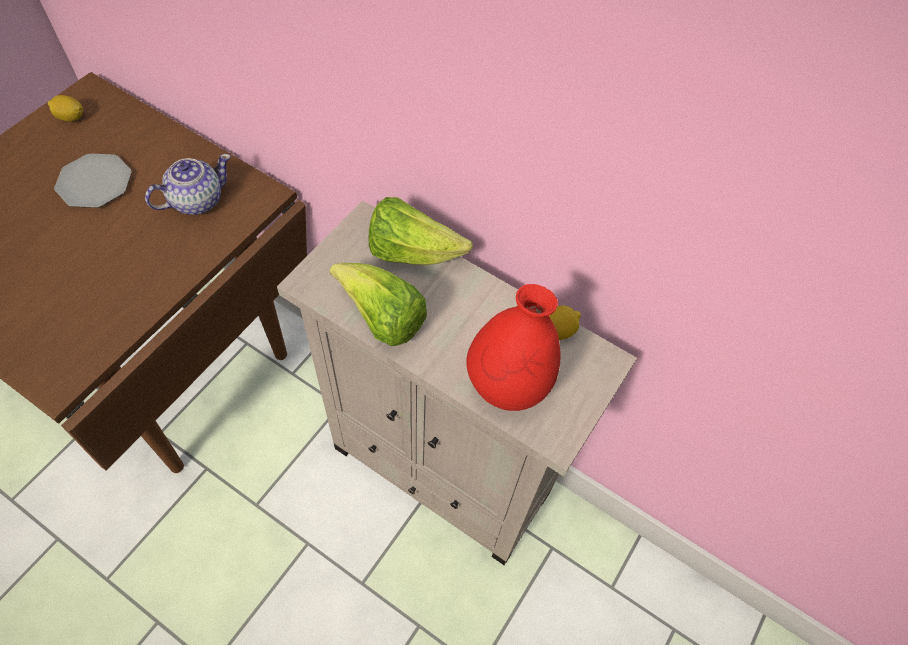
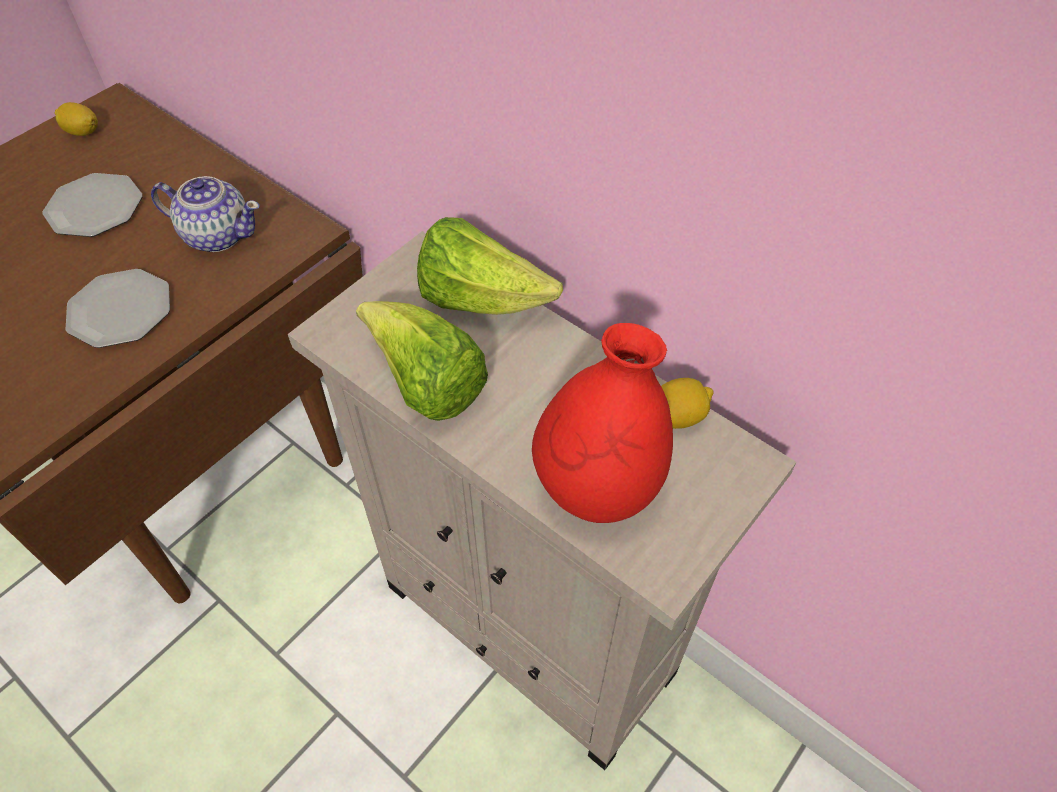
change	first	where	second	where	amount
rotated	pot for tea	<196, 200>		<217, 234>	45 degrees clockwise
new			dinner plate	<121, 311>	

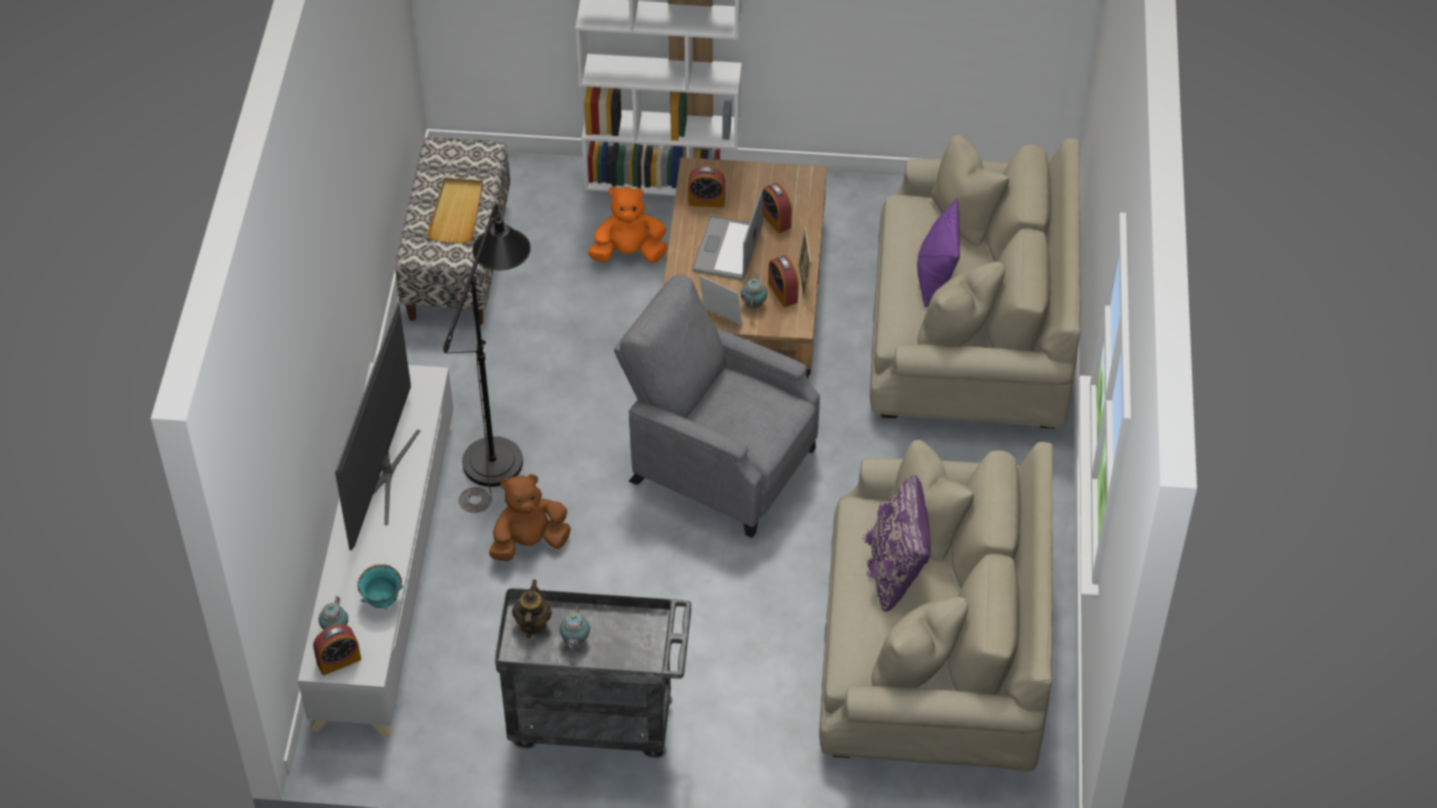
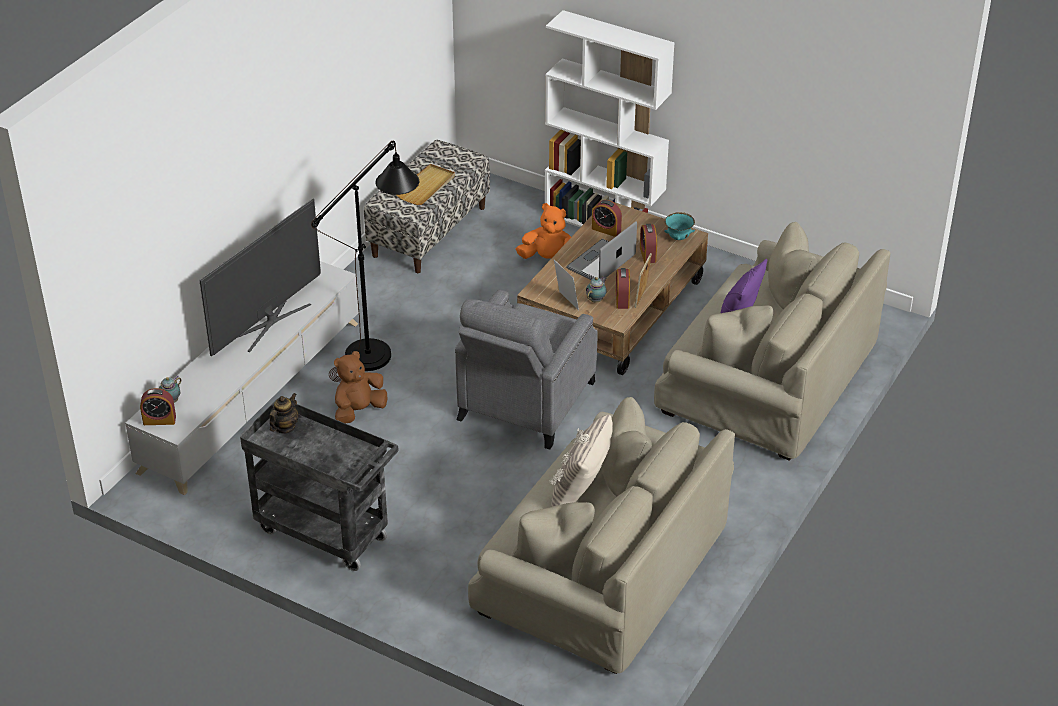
change	first	where	second	where	amount
shifted	bowl/blue-green	<383, 600>		<679, 238>	
rotated	cuddly toy/brown-coloured	<529, 543>		<359, 411>	45 degrees counterclockwise
gone	pot for tea	<575, 641>			
rotated	lounge chair/greyish	<717, 462>		<523, 403>	120 degrees counterclockwise
repainted	throw pillow/purplish	<894, 571>	throw pillow/sand-coloured	<578, 491>	

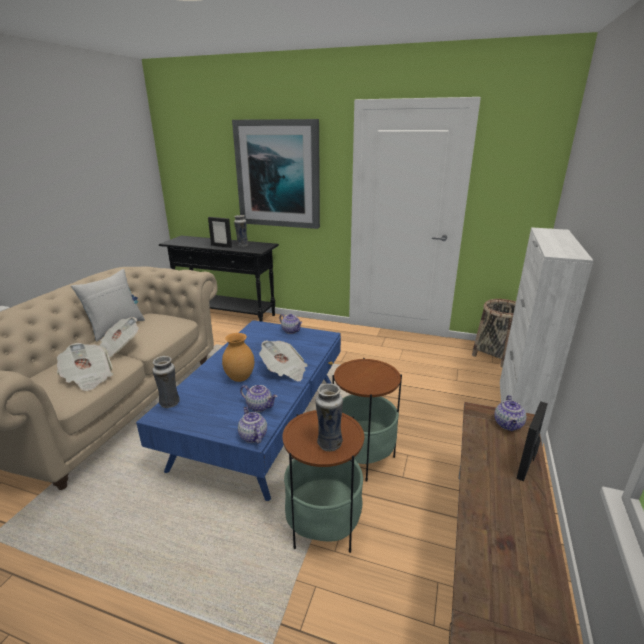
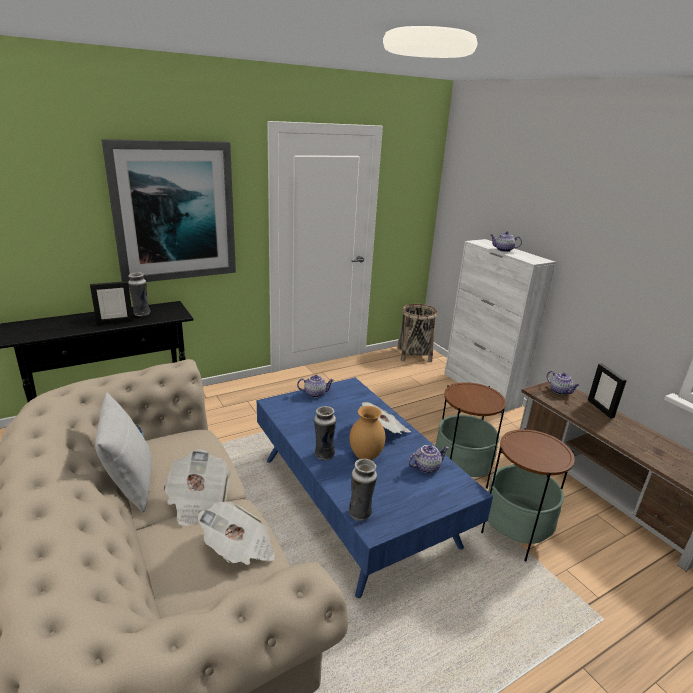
change	first	where	second	where	amount
shifted	pot for tea	<252, 436>		<503, 250>	
shifted	decorative vase	<329, 443>		<323, 455>	

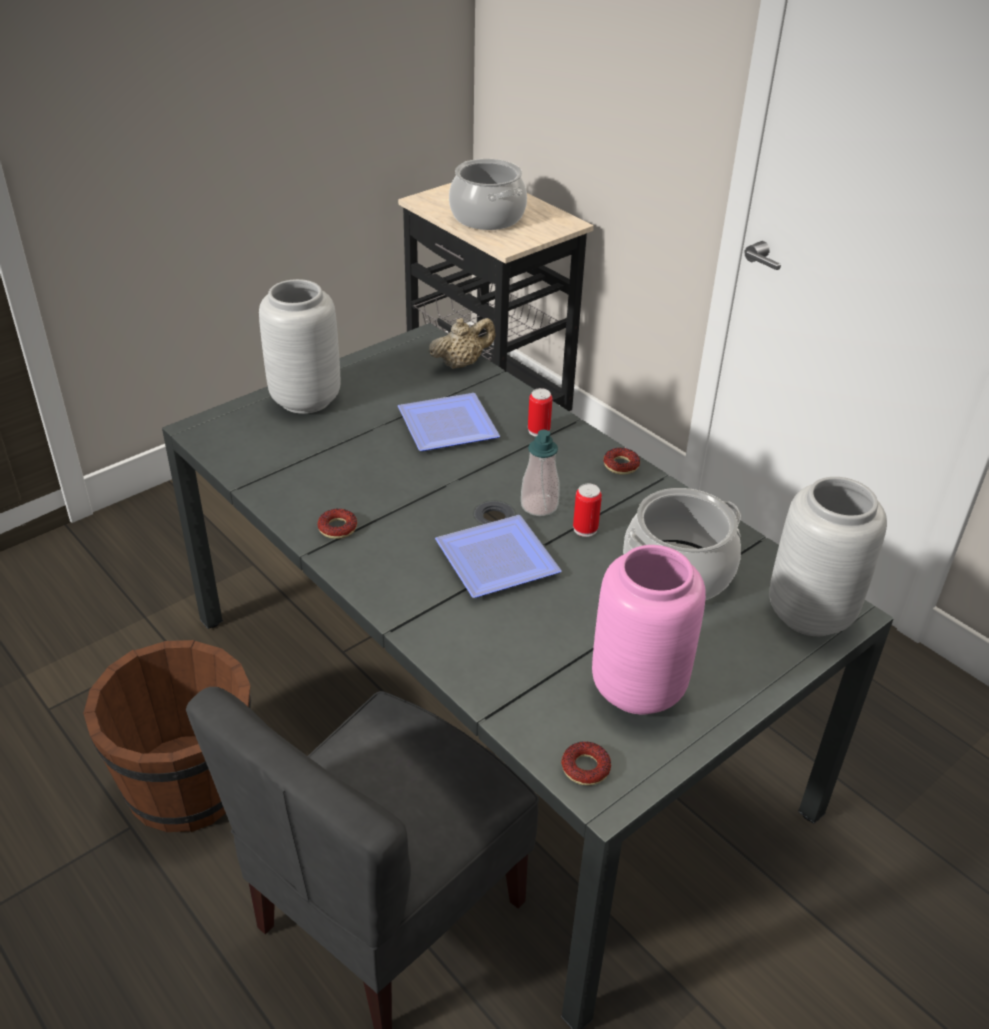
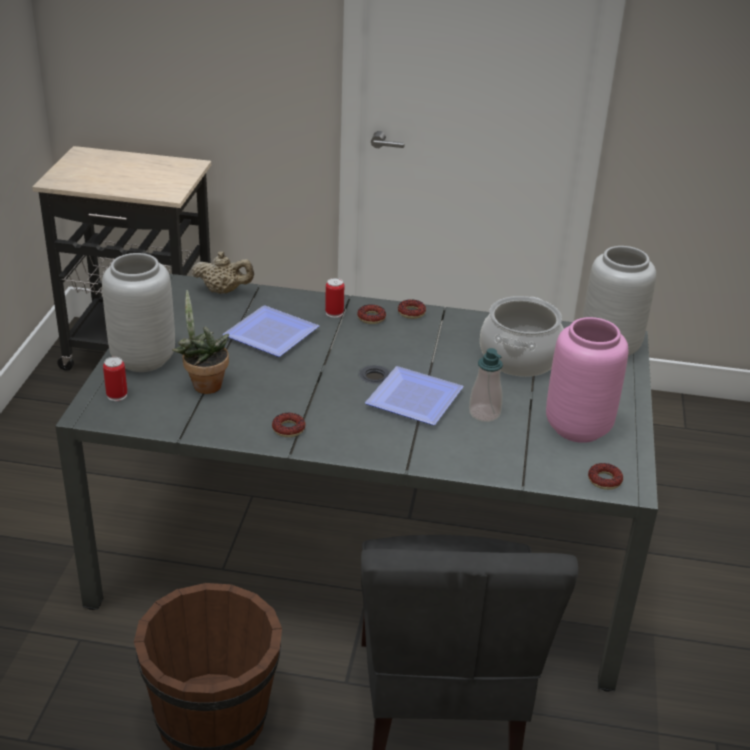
change	first	where	second	where	amount
rotated	pot for tea/sand-coloured	<461, 363>		<223, 291>	75 degrees clockwise
gone	saucepot	<488, 217>			
shifted	liquid soap bottle	<539, 505>		<484, 413>	
shifted	sealed can	<585, 529>		<117, 395>	
new			plant in a pot	<203, 384>	
new			ring doughnut	<371, 318>	

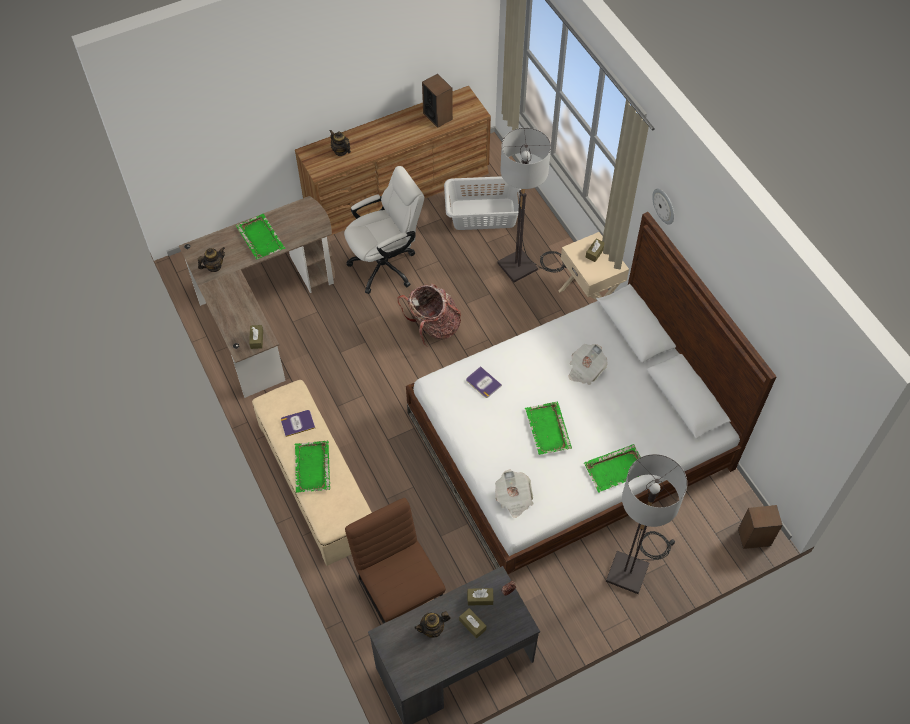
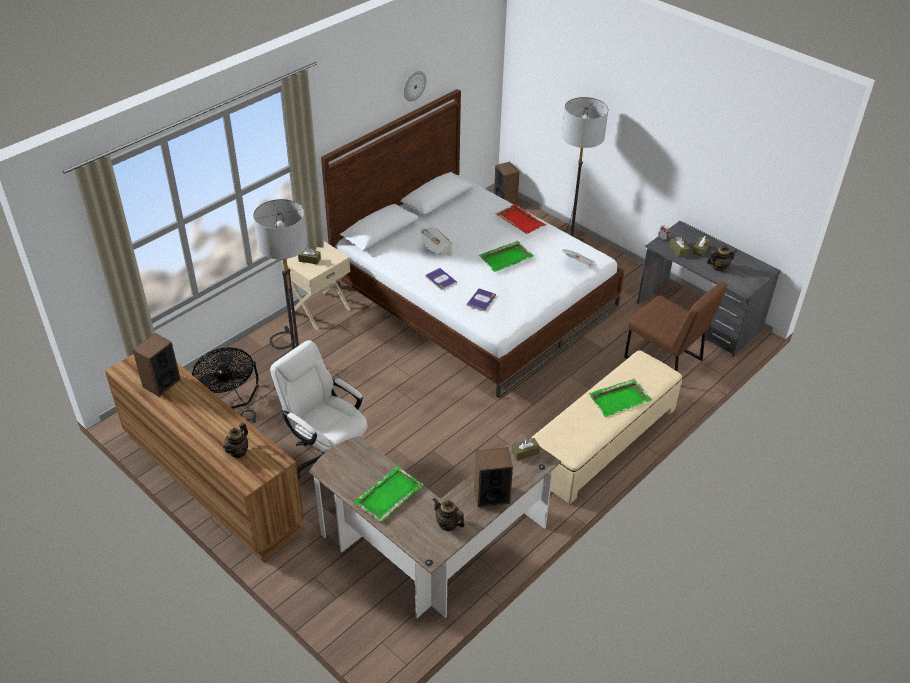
change	first	where	second	where	amount
shifted	book	<297, 423>		<440, 279>	
rotated	plain chair/brown-coloured	<399, 591>		<665, 360>	90 degrees counterclockwise
gone	knapsack	<433, 327>			
rotated	pot for tea	<432, 629>		<719, 267>	60 degrees counterclockwise
swapped	laundry basket/greyish	<483, 214>	electric fan/black-coloured	<232, 402>	
repainted	carrying tray/greenish	<616, 469>	carrying tray/red	<520, 220>	
shifted	clock on the wall	<664, 206>		<414, 85>	
new			speaker	<491, 495>	

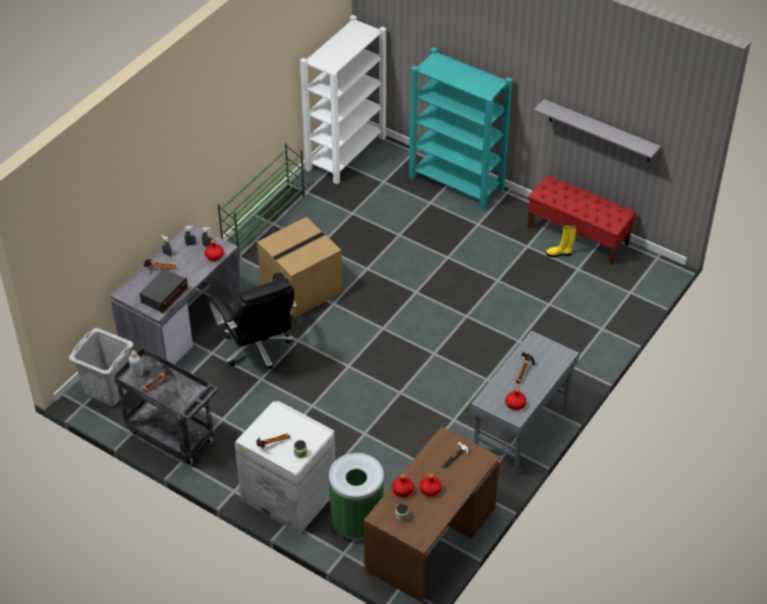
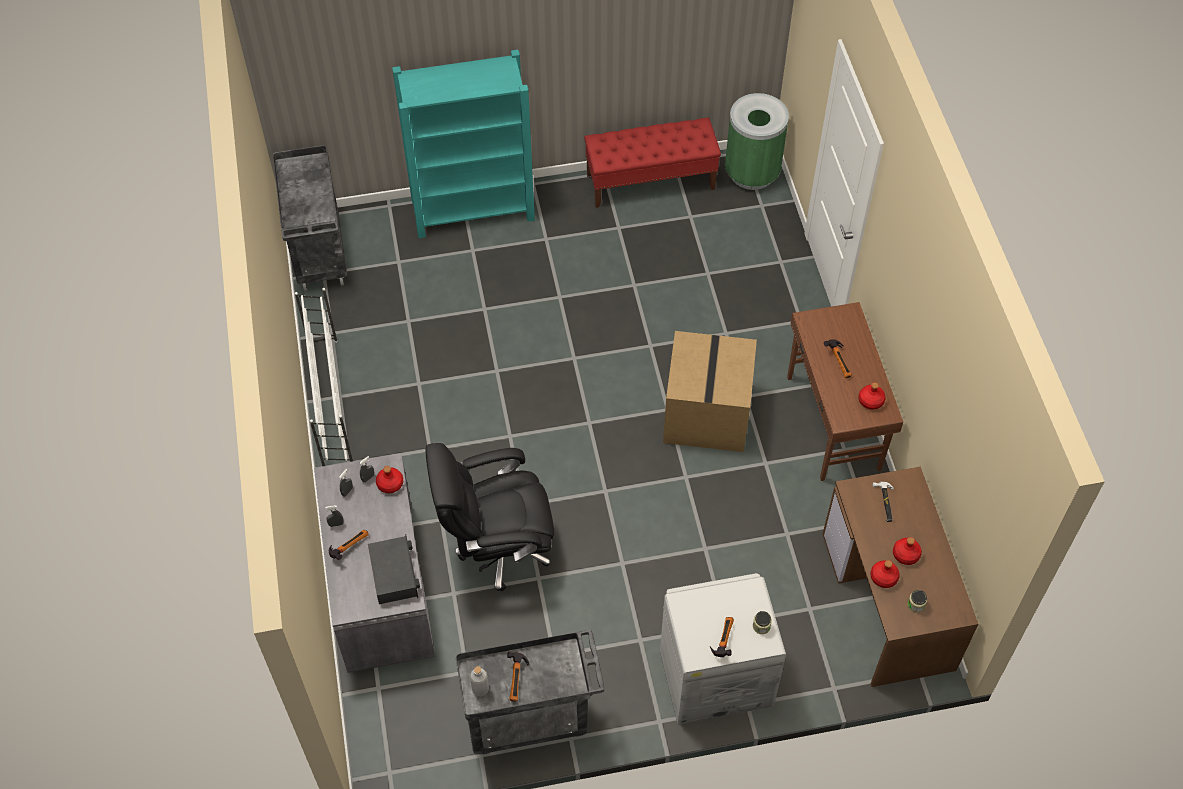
change	first	where	second	where	amount
gone	laundry basket/greyish	<108, 389>			
rotated	desk chair/black-coloured	<258, 350>		<498, 549>	150 degrees clockwise
repainted	shoe stand/greenish	<264, 223>	shoe stand/white-coloured	<330, 403>	
shifted	packing box	<301, 289>		<708, 415>	
swapped	shelving unit/white-coloured	<346, 153>	wheeled cart/greyish	<320, 258>	
shifted	trash can/greenish	<357, 522>		<752, 173>	
repainted	console table/greyish	<520, 431>	console table/brown-coloured	<833, 423>	
gone	bracket shelf/greyish	<600, 131>			
gone	high-top boot/yellow-coloured	<559, 253>			

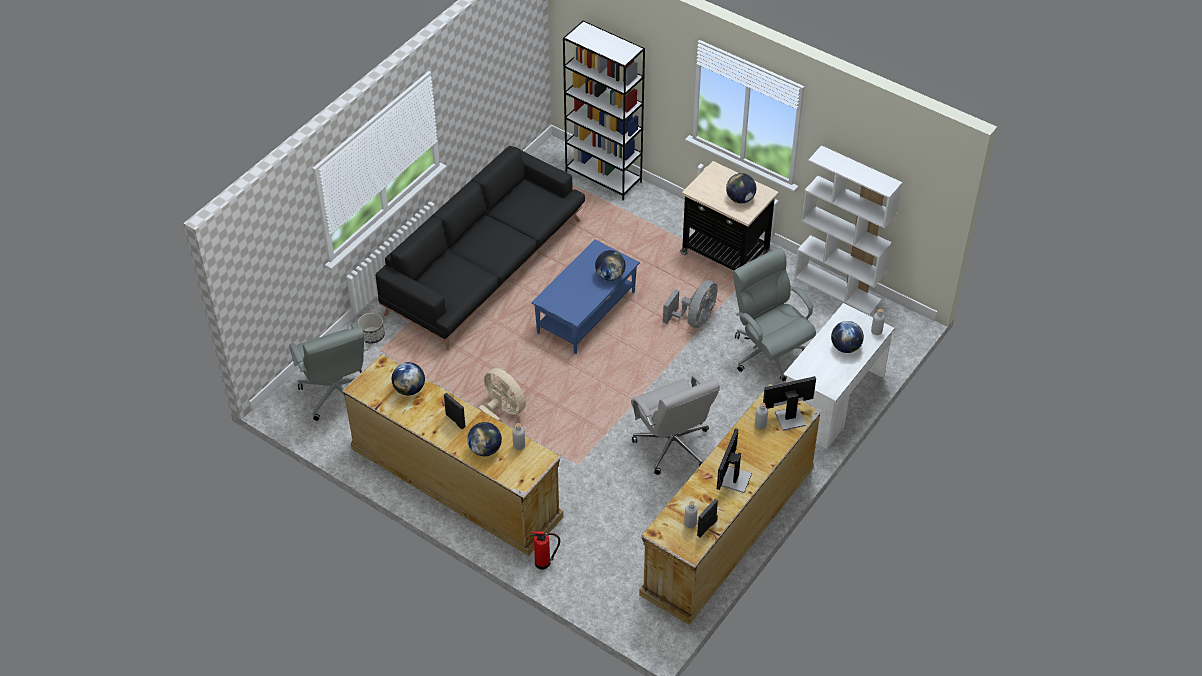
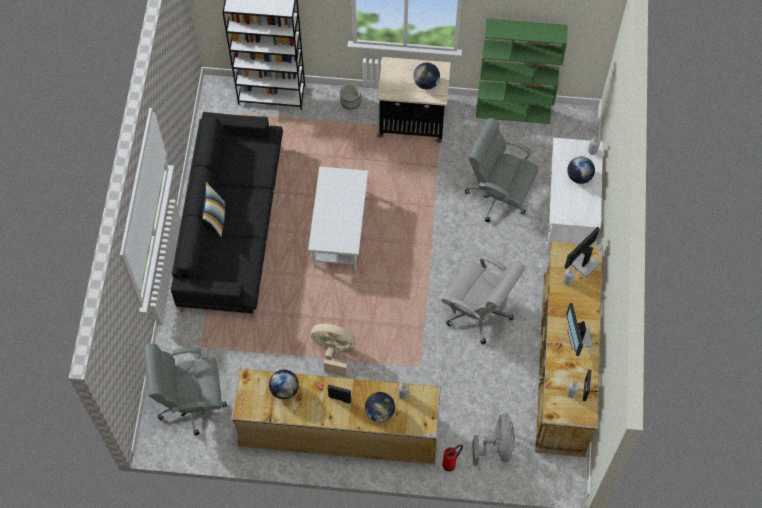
change	first	where	second	where	amount
rotated	desk chair/greyish	<337, 392>		<191, 402>	135 degrees clockwise
shifted	plant pot	<372, 335>		<350, 101>	
repainted	coffee table/blue-coloured	<586, 312>	coffee table/white-coloured	<339, 227>	
gone	world globe	<610, 275>			
shifted	electric fan/greyish	<694, 319>		<496, 447>	
repainted	shelving unit/white-coloured	<838, 288>	shelving unit/greenish	<514, 111>	
new			throw pillow	<215, 218>	

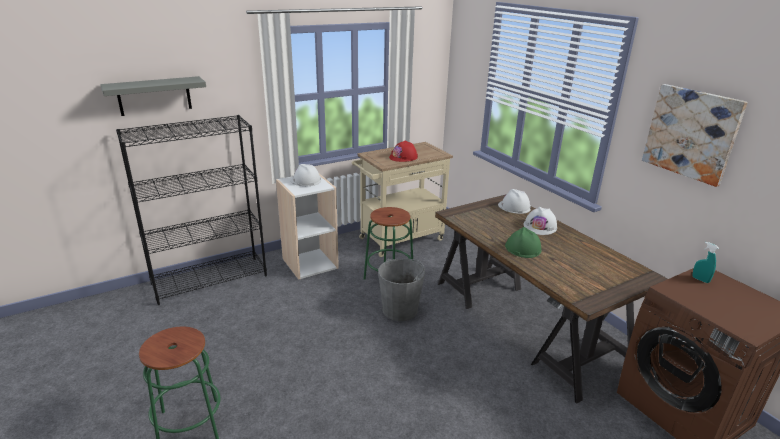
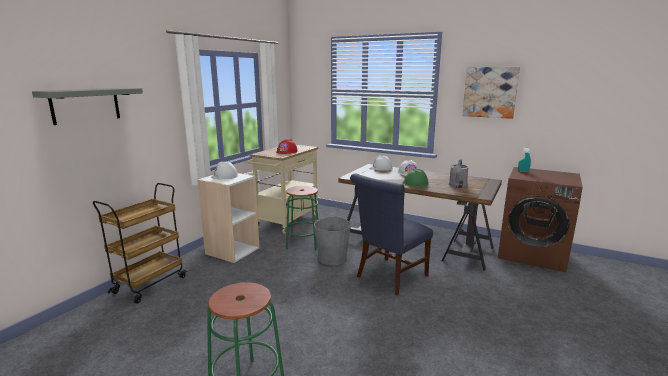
change	first	where	second	where	amount
swapped	shelving unit/black-coloured	<210, 279>	wheeled cart/brown-coloured	<150, 284>	
new			plain chair/blue-coloured	<389, 277>	
new			watering can/greyish	<457, 186>	

